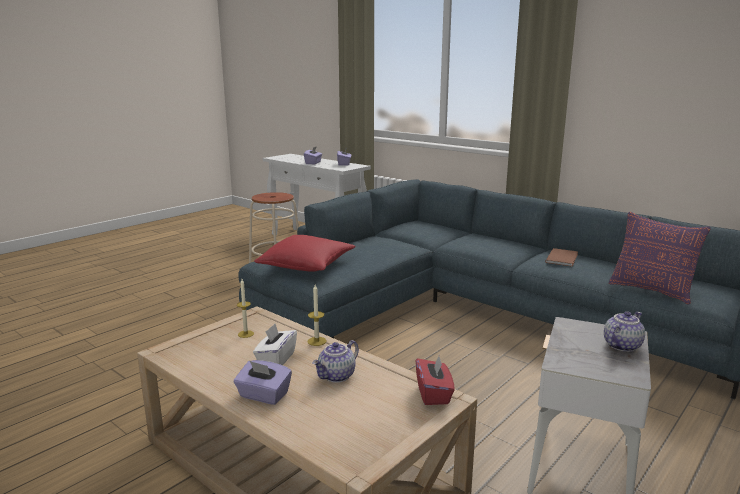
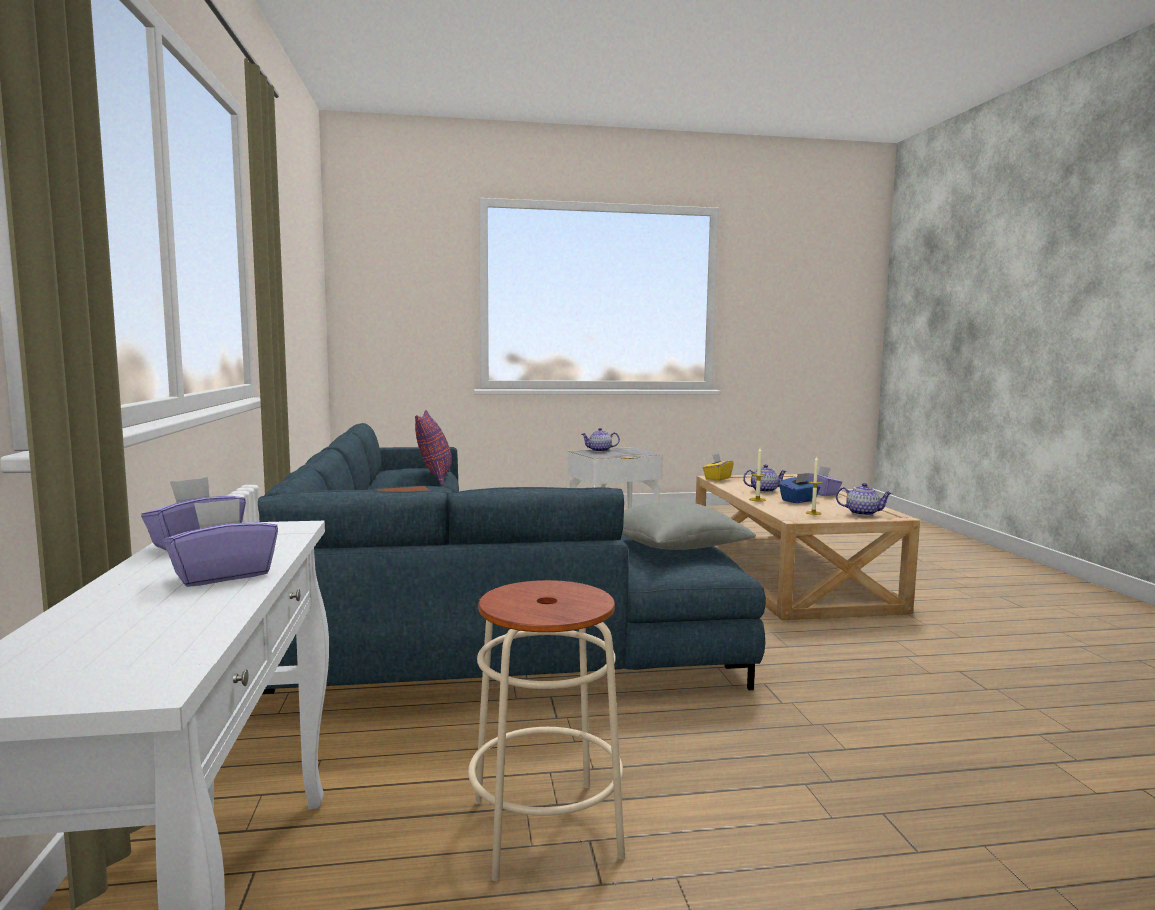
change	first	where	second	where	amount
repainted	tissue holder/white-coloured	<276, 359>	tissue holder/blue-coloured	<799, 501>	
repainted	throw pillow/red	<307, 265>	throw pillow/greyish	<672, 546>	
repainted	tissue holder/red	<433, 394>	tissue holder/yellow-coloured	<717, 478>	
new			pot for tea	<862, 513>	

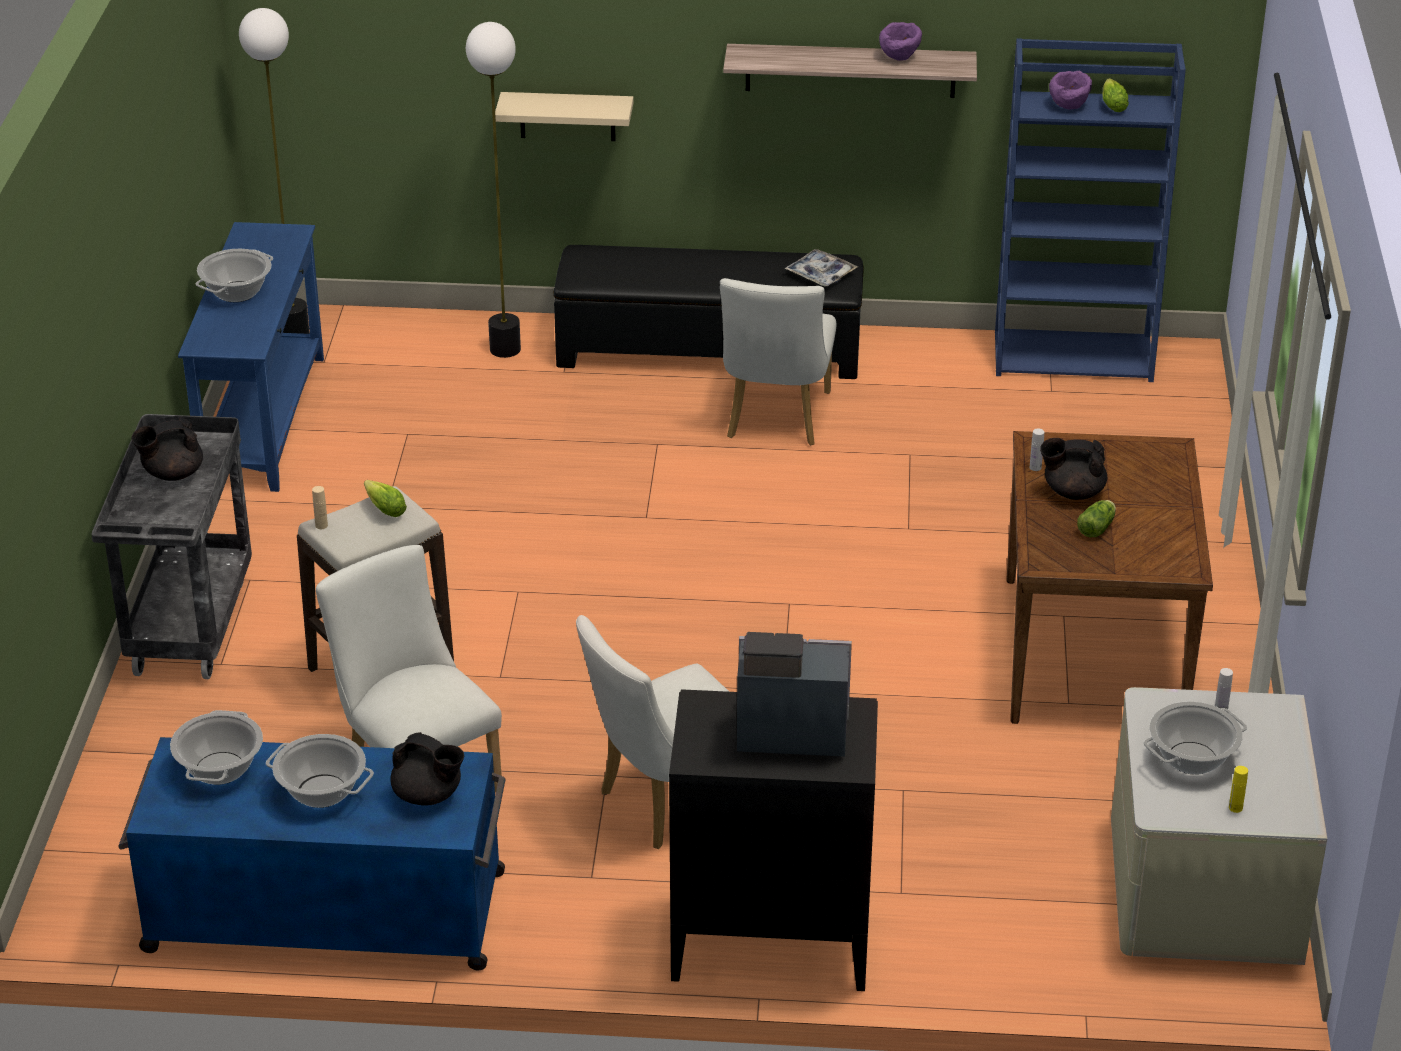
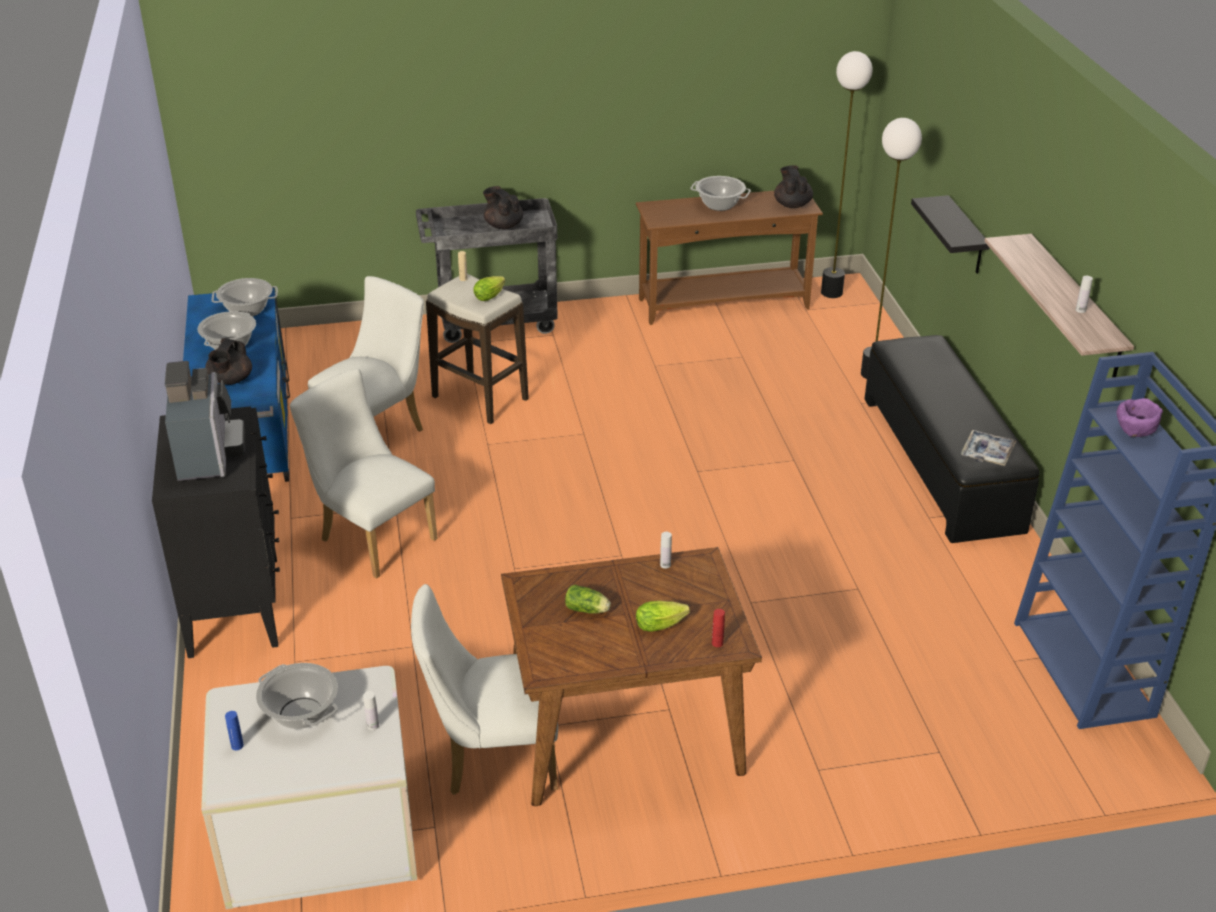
change	first	where	second	where	amount
repainted	console table/blue-coloured	<263, 421>	console table/brown-coloured	<724, 303>	
repainted	bracket shelf/sand-coloured	<567, 116>	bracket shelf/black-coloured	<966, 237>	
shifted	plain chair/white-coloured	<775, 420>		<491, 758>	
swapped	bowl/purplish	<899, 58>	drink bottle/white-coloured	<1080, 310>	
shifted	pot for tea/black-coloured	<1072, 492>		<792, 204>	
shifted	lettuce	<1112, 104>		<663, 624>	
repainted	drink bottle/yellow-coloured	<1235, 808>	drink bottle/blue-coloured	<237, 746>	
new			drink bottle/red	<717, 643>	

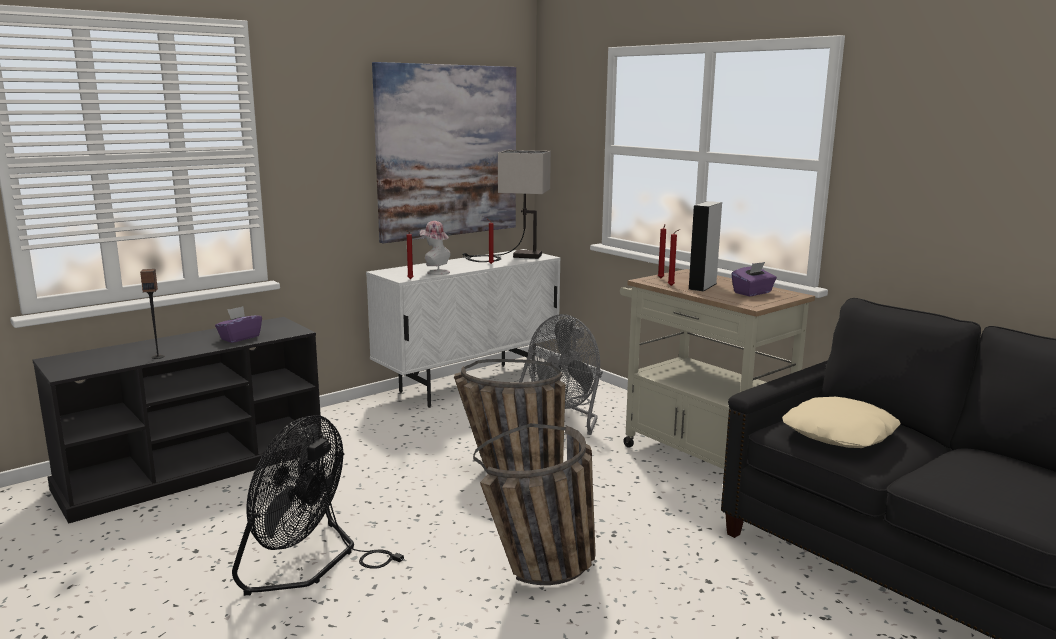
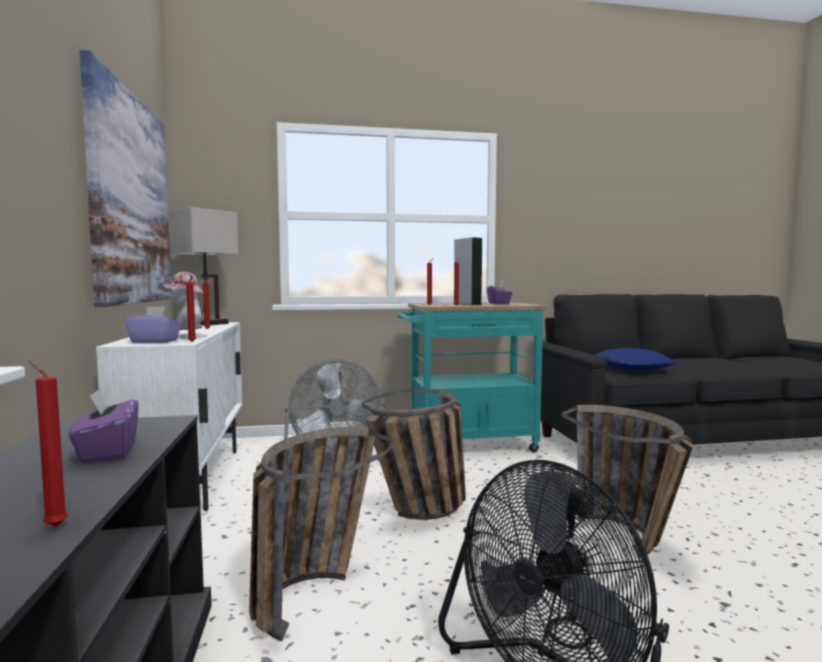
change	first	where	second	where	amount
swapped	speaker	<158, 357>	wax light/red	<53, 526>	
repainted	wheeled cart/sand-coloured	<699, 456>	wheeled cart/blue-green	<467, 445>	
repainted	throw pillow/sand-coloured	<840, 434>	throw pillow/blue-coloured	<633, 367>	
new			tissue holder/purplish	<155, 341>	
new			storage basket	<315, 590>	

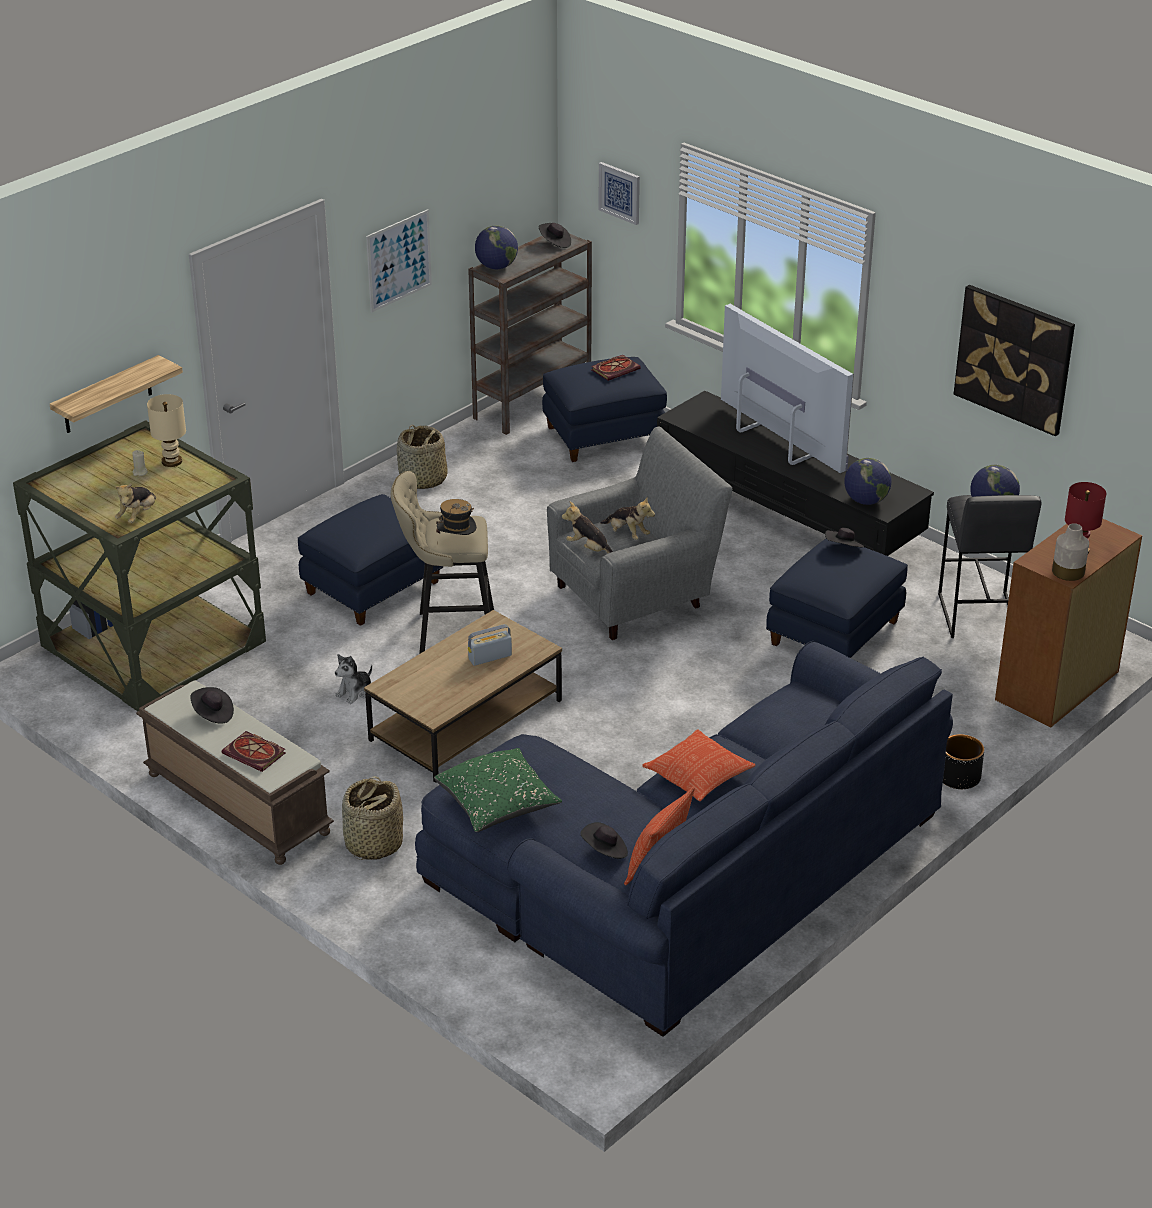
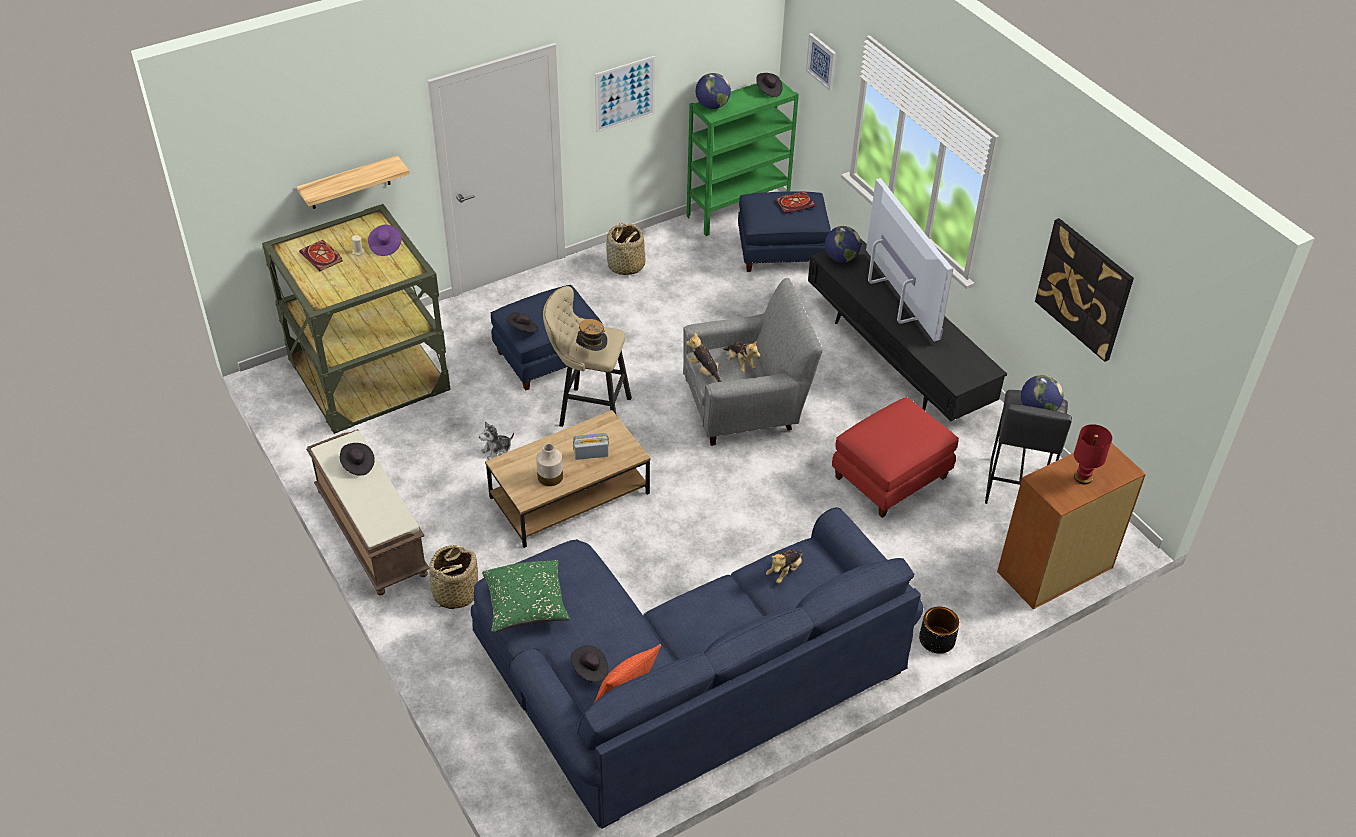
change	first	where	second	where	amount
shifted	cuddly toy	<138, 516>		<784, 571>	
swapped	table lamp/sand-coloured	<171, 462>	hat/purplish	<385, 246>	
shifted	book	<256, 754>		<322, 257>	
repainted	shelving unit/greyish	<532, 403>	shelving unit/greenish	<737, 211>	
gone	throw pillow/orange	<698, 776>			
repainted	footrest/blue-coloured	<835, 633>	footrest/red	<891, 478>	
shifted	hat/black-coloured	<843, 549>		<523, 329>	
shifted	world globe	<866, 501>		<841, 258>	
shifted	decorative vase/sand-coloured	<1068, 571>		<550, 477>	

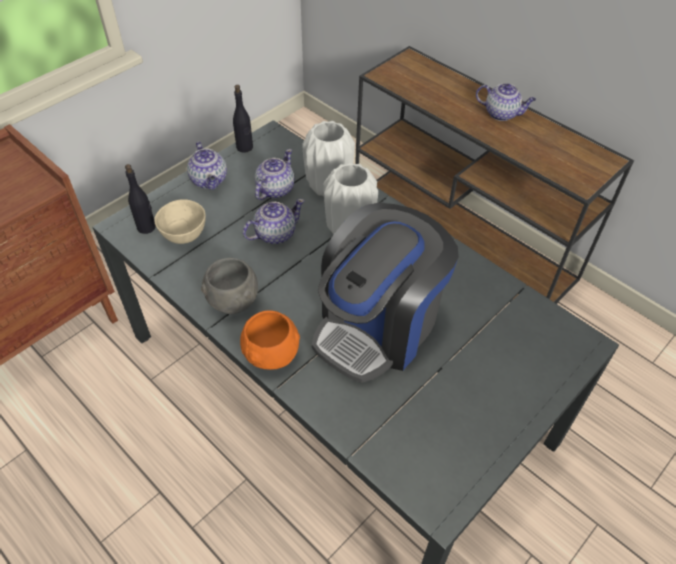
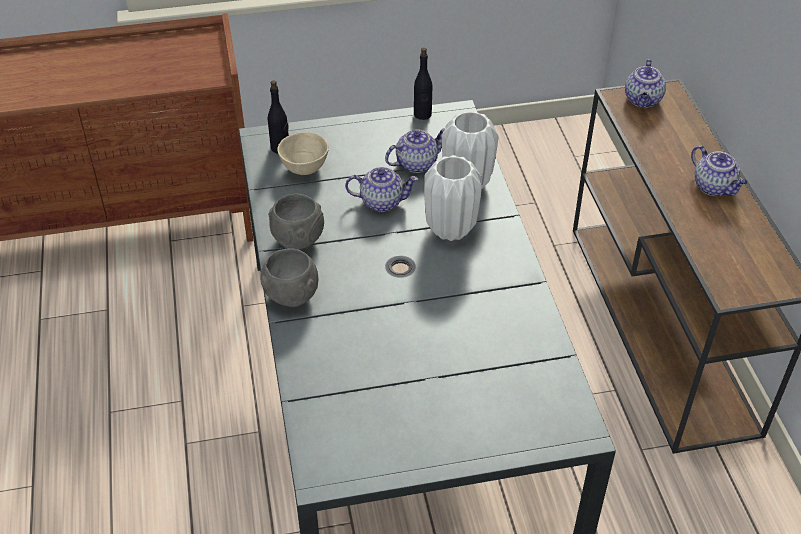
change	first	where	second	where	amount
shifted	pot for tea	<209, 181>		<643, 100>	
repainted	bowl/orange	<270, 356>	bowl/greyish	<290, 296>	
gone	coffee machine	<378, 325>			

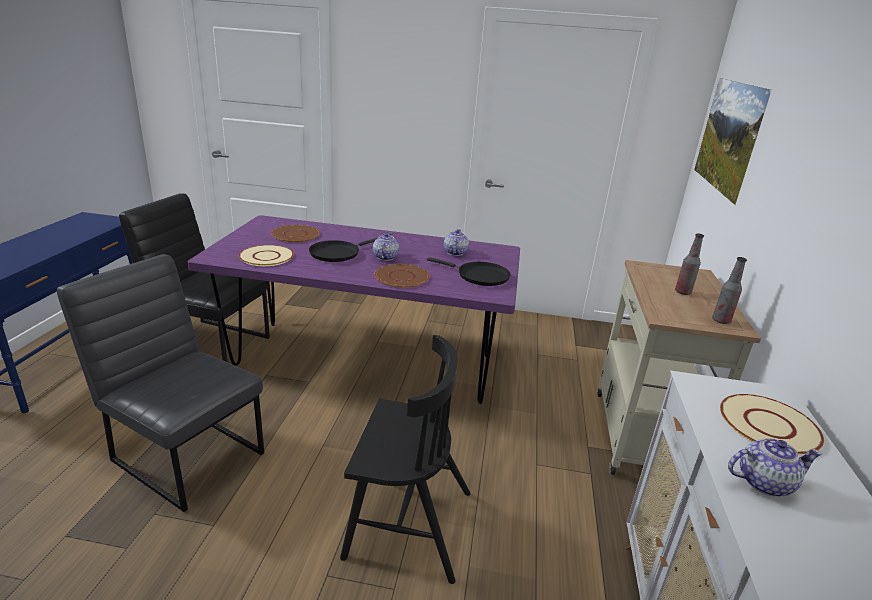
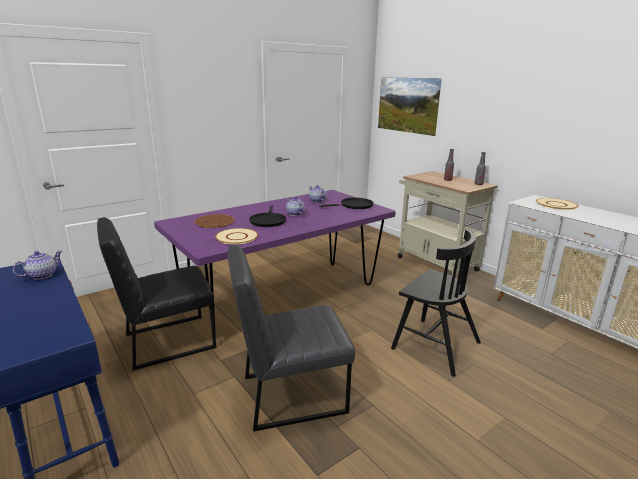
change	first	where	second	where	amount
rotated	plain chair/black-coloured	<401, 521>		<431, 343>	75 degrees clockwise
gone	dinner plate/brown-coloured	<401, 277>			
shifted	pot for tea	<763, 482>		<41, 275>	

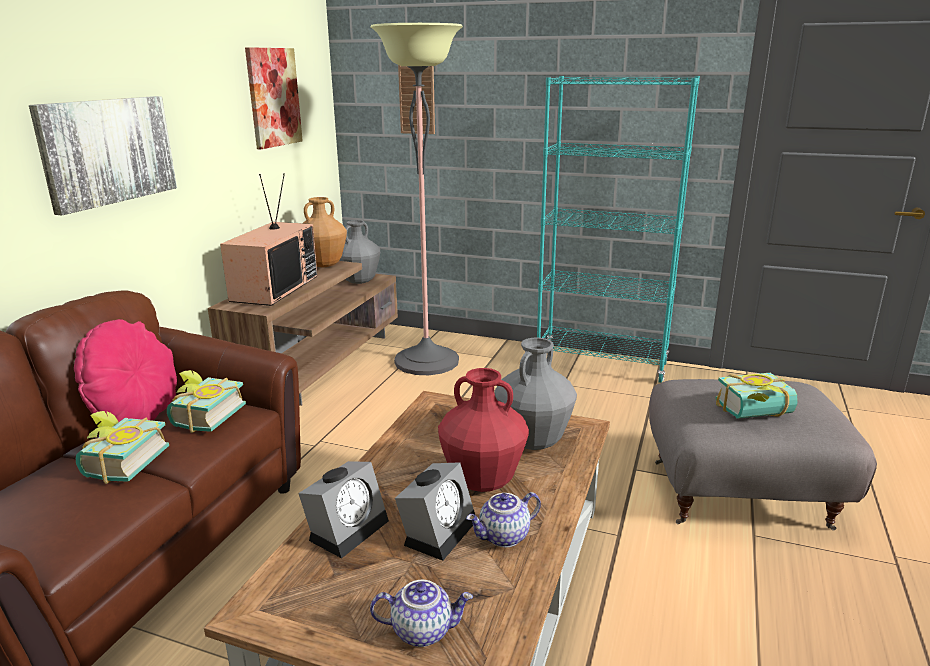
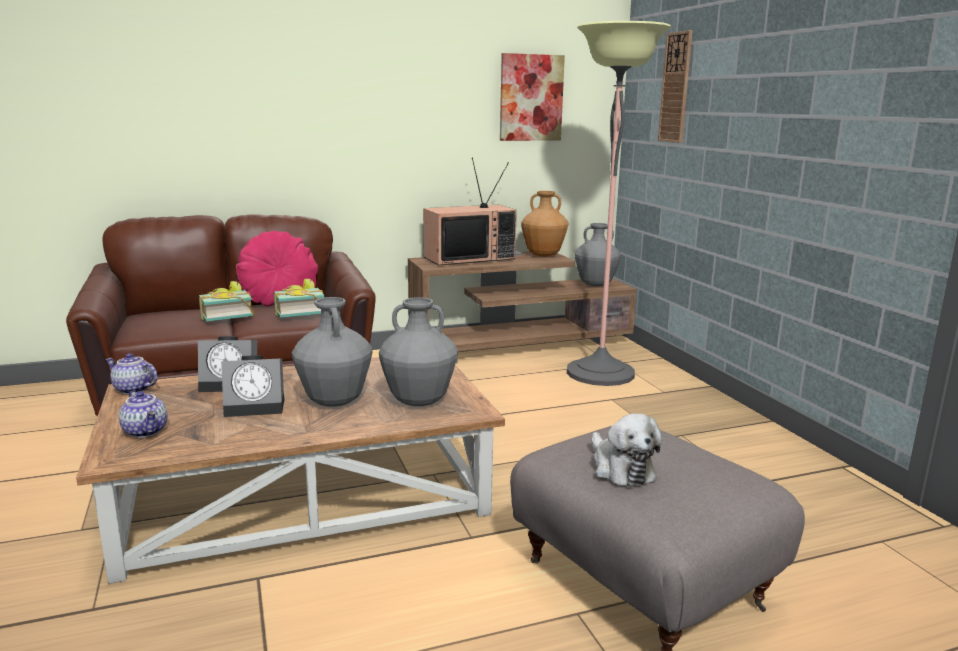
change	first	where	second	where	amount
gone	picture	<108, 151>			
repainted	decorative vase/red	<482, 482>	decorative vase/greyish	<334, 401>	
shifted	pot for tea	<504, 537>		<132, 389>	
gone	shelving unit/blue-green	<601, 364>			
swapped	book	<757, 414>	cuddly toy	<620, 468>	

